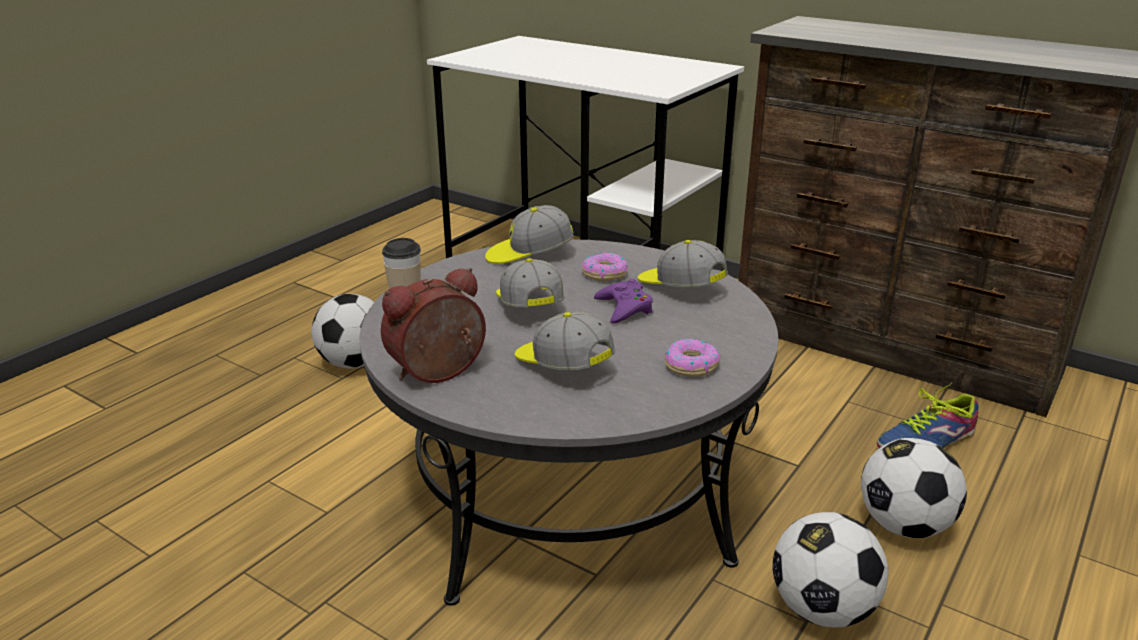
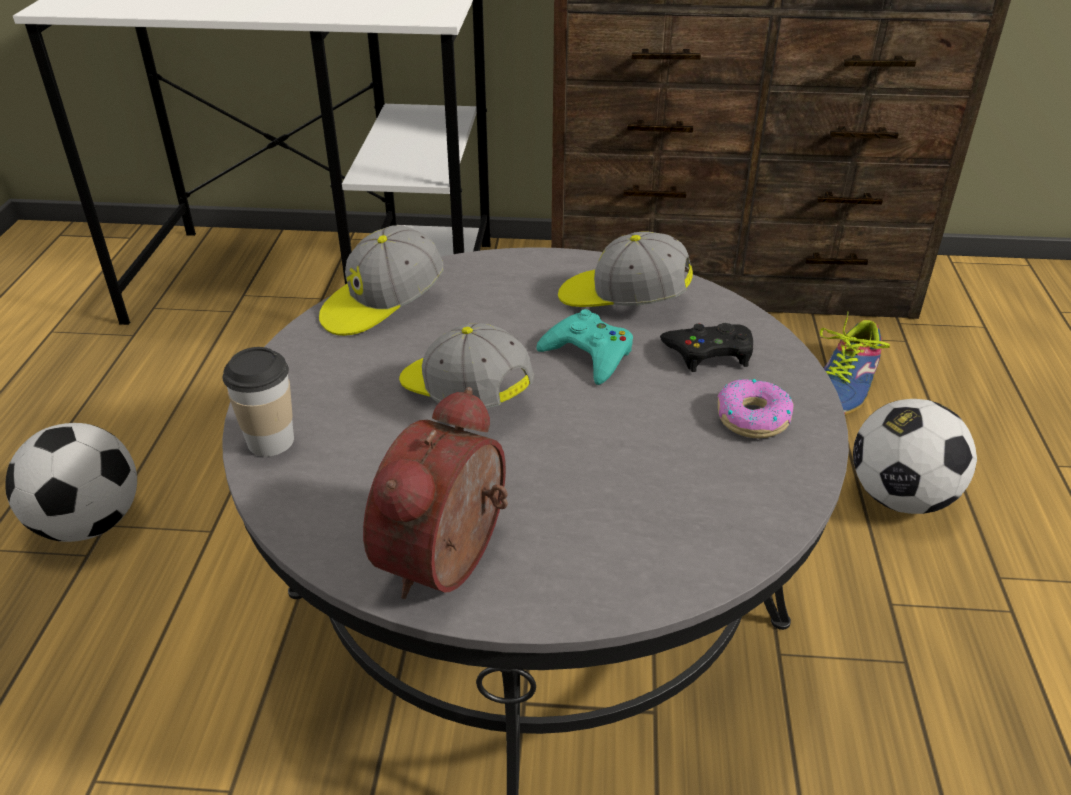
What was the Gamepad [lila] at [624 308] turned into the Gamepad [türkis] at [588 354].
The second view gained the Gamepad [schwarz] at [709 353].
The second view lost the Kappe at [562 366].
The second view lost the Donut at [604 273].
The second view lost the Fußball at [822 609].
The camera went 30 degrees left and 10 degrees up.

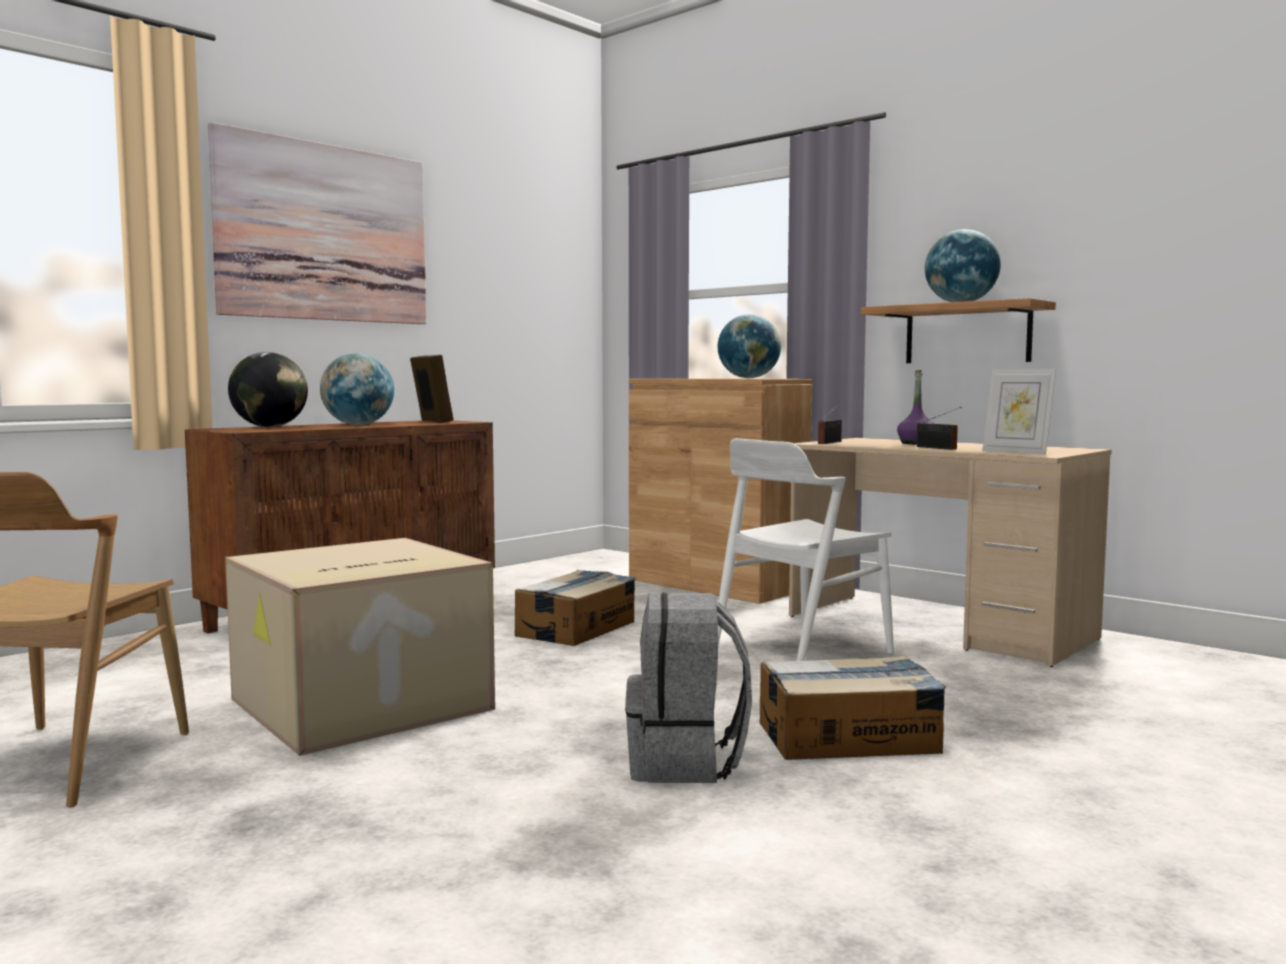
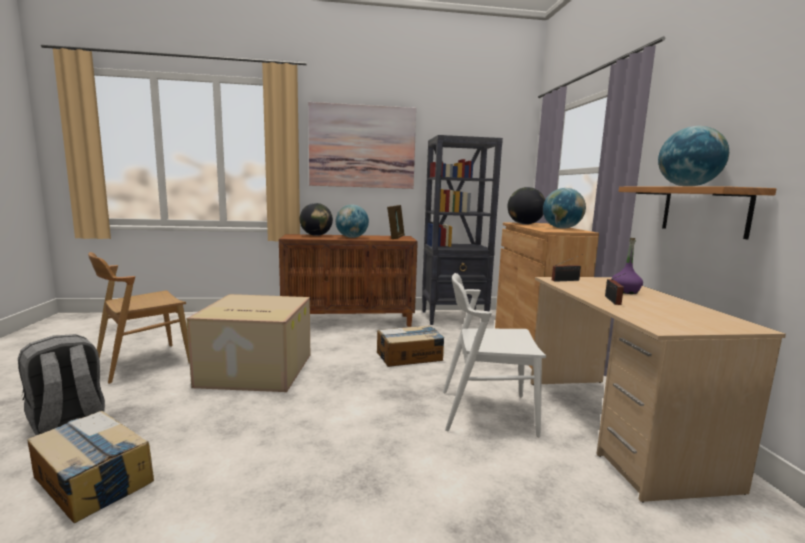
The Rucksack [grau] ended up elsewhere, having gone from [686 762] to [67 420].
The Karton ended up elsewhere, having gone from [849 737] to [92 480].
The second view gained the Bücherregal [schwarz] at [454 317].
The second view gained the Globus at [524 224].
The second view lost the Bilderrahmen at [1016 452].
The camera went 40 degrees right and 5 degrees up.

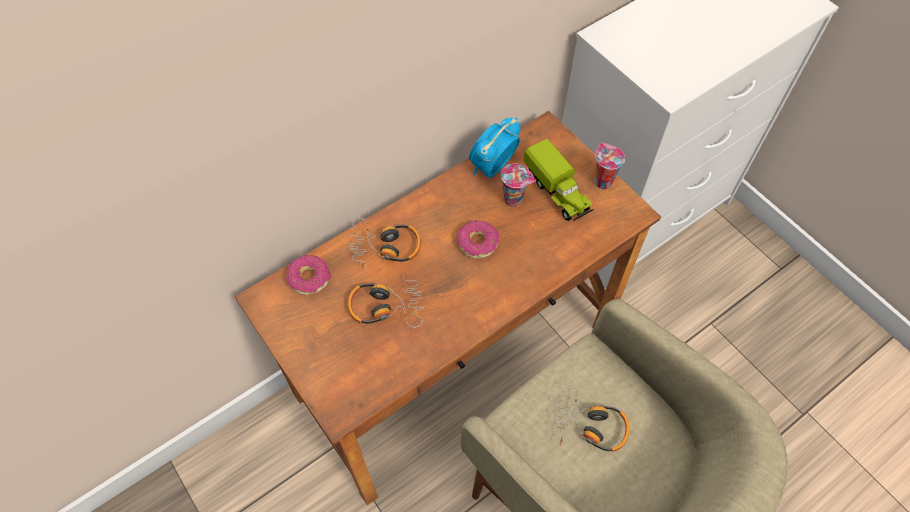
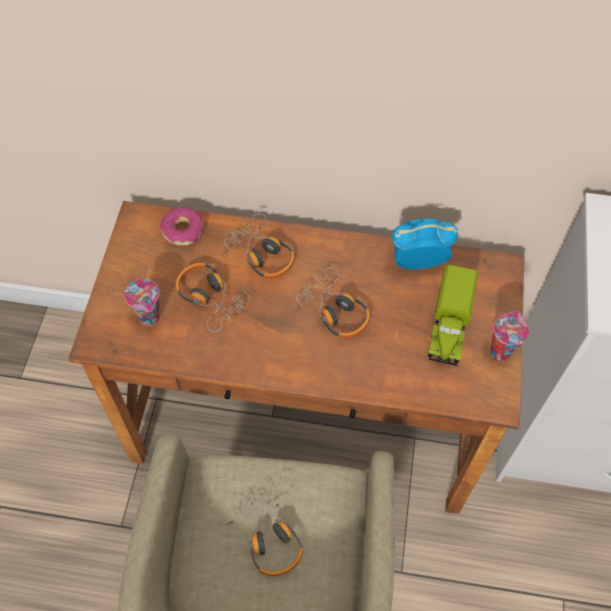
The Tasse ended up elsewhere, having gone from [514 199] to [150 318].
Where the Donut stood at [477 243], the Kopfhörer came to stand at [333 310].
The camera went 45 degrees right and 0 degrees up.

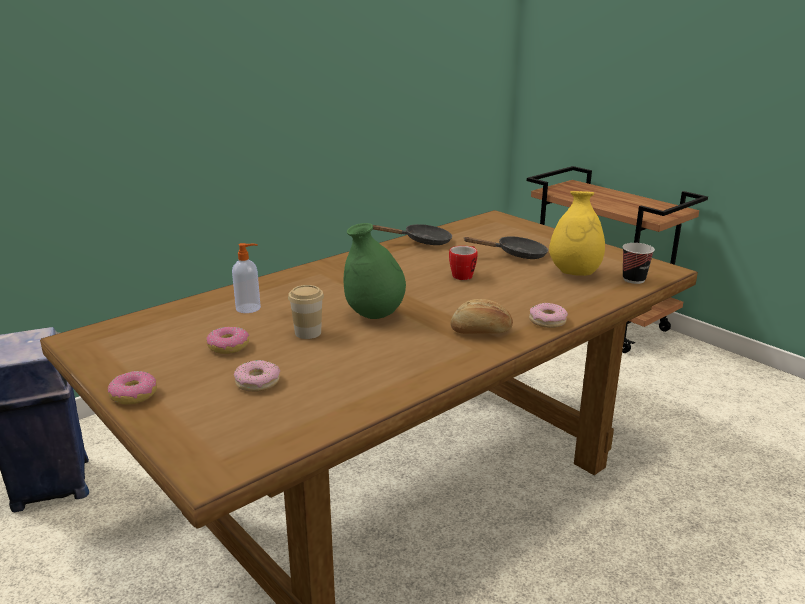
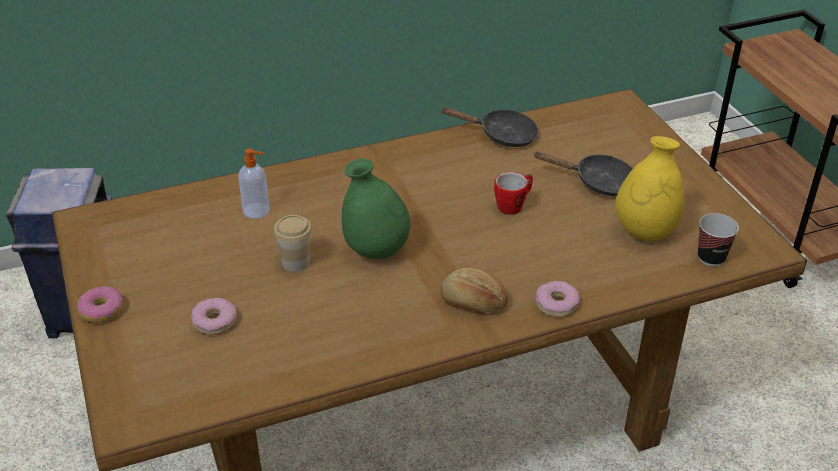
The second view lost the Donut at [229 347].
The camera went 20 degrees right and 15 degrees up.

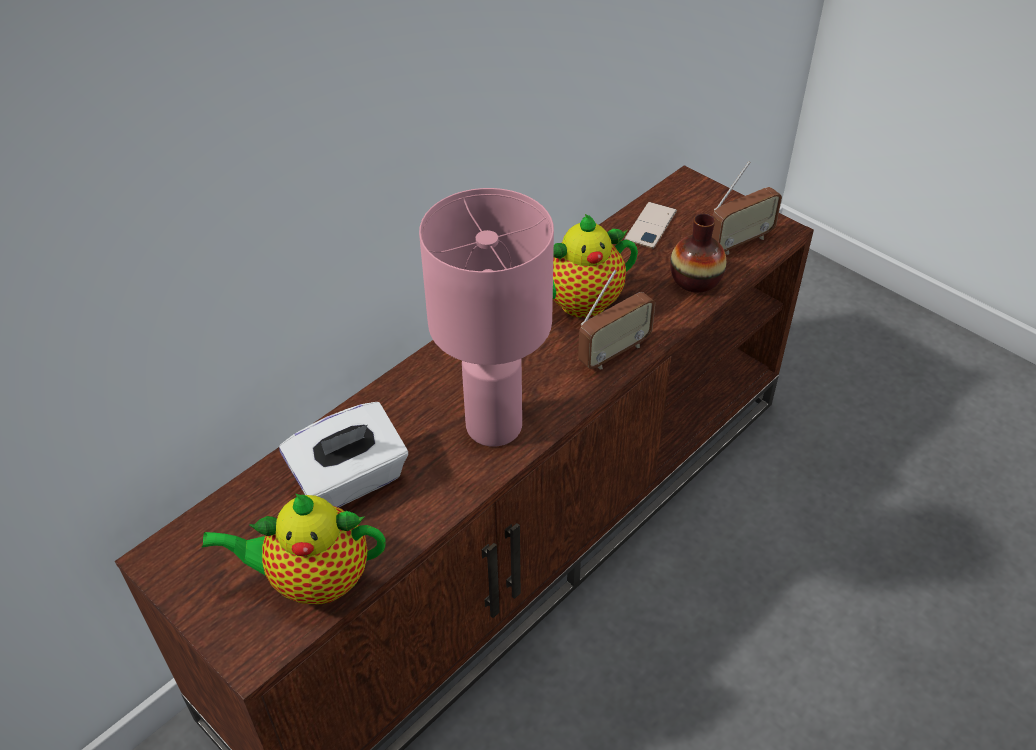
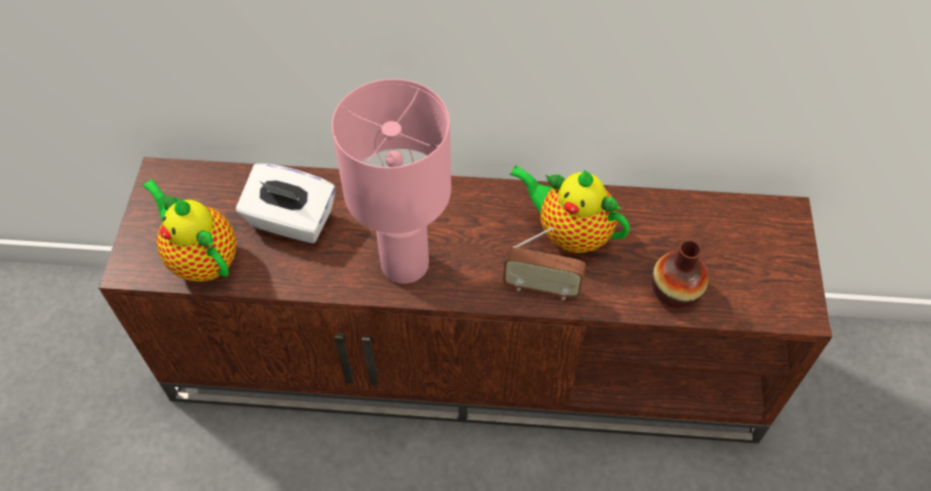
The second view lost the Handy at [650 226].
The second view lost the Radio at [740 242].
The camera went 50 degrees right and 10 degrees up.

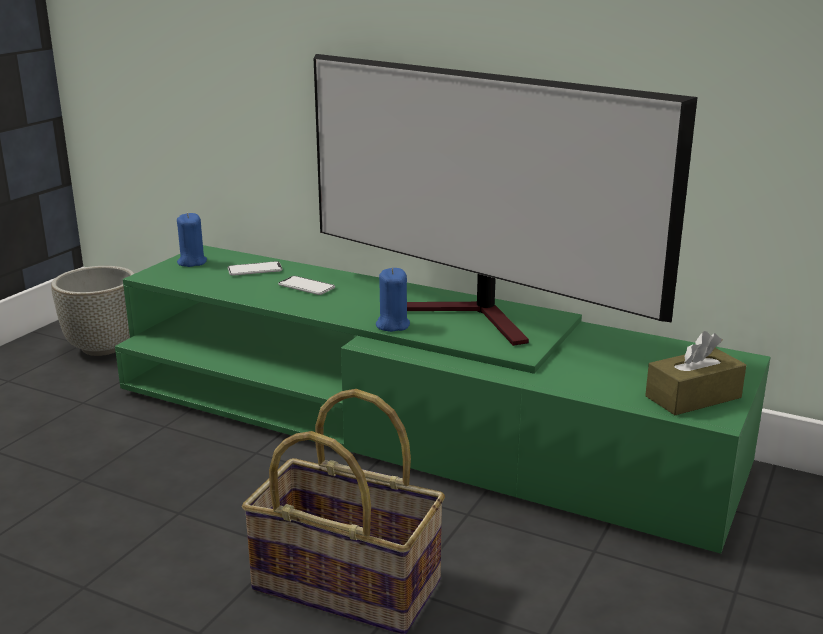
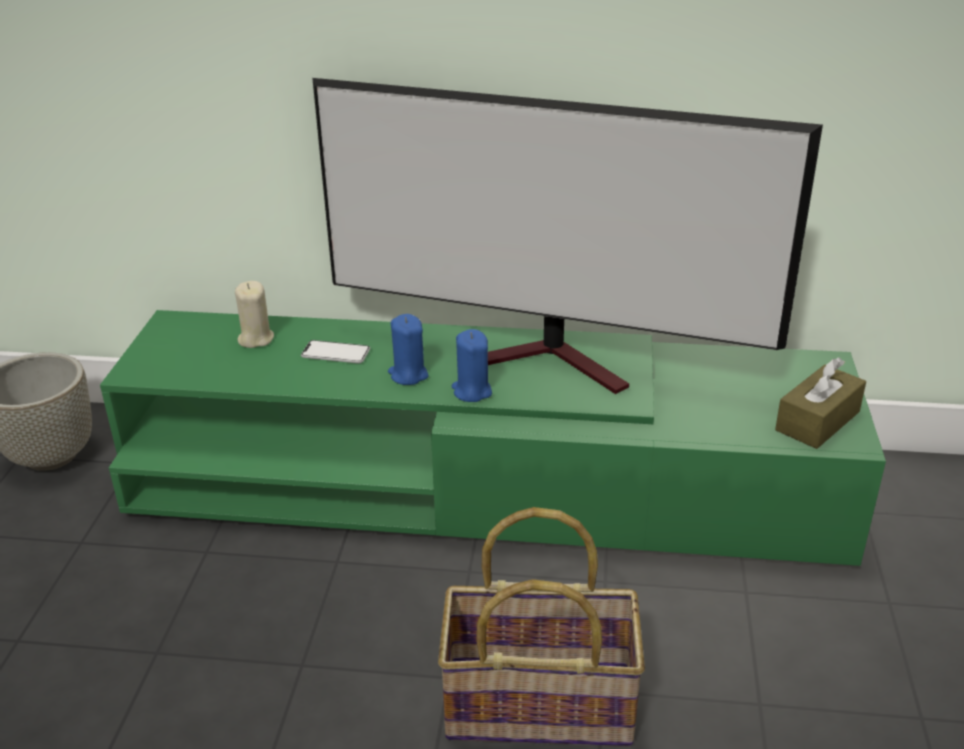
Where the Handy stood at [255 270], the Kerze [beige] came to stand at [255 339].
The Kerze [blau] ended up elsewhere, having gone from [192 262] to [408 375].
The camera went 20 degrees left and 10 degrees up.

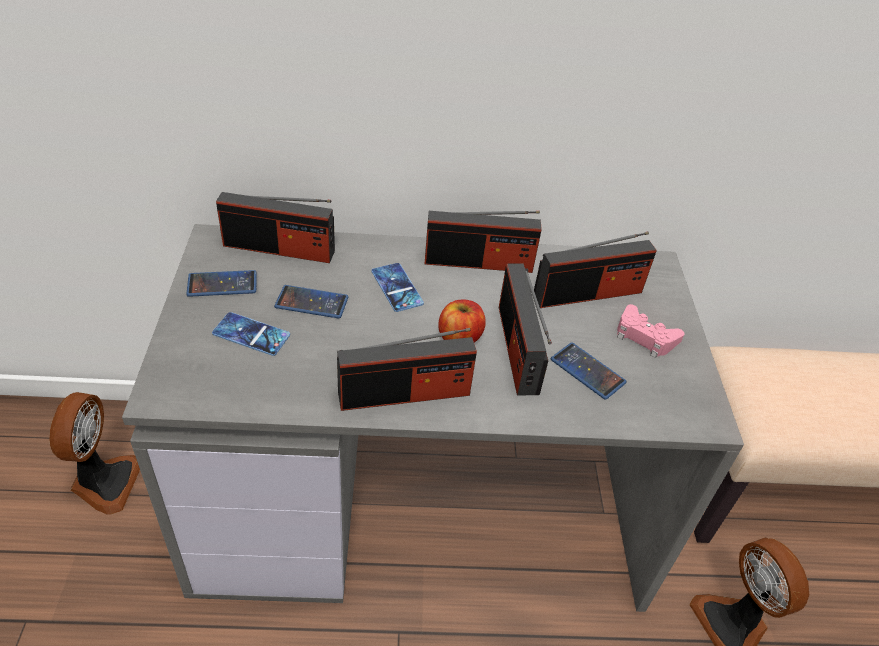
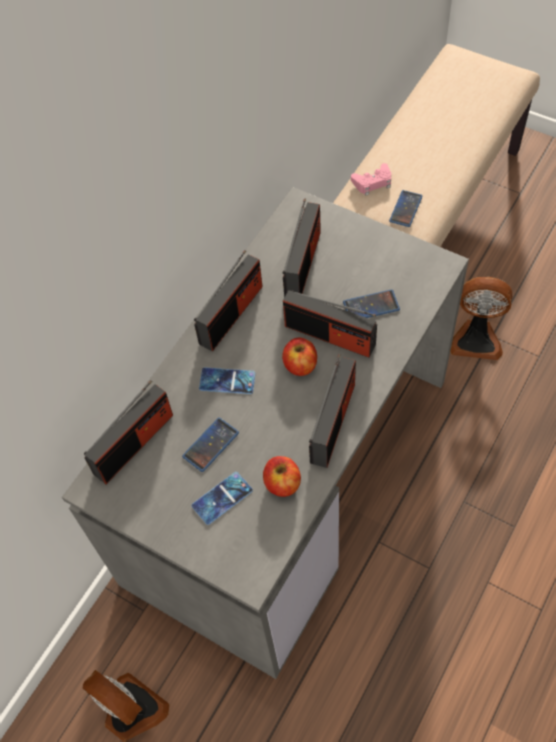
The second view gained the Apfel at [282 483].
The Gamepad [rosa] ended up elsewhere, having gone from [645 337] to [372 182].
The Handy ended up elsewhere, having gone from [222 284] to [405 209].
The camera went 50 degrees left and 15 degrees up.

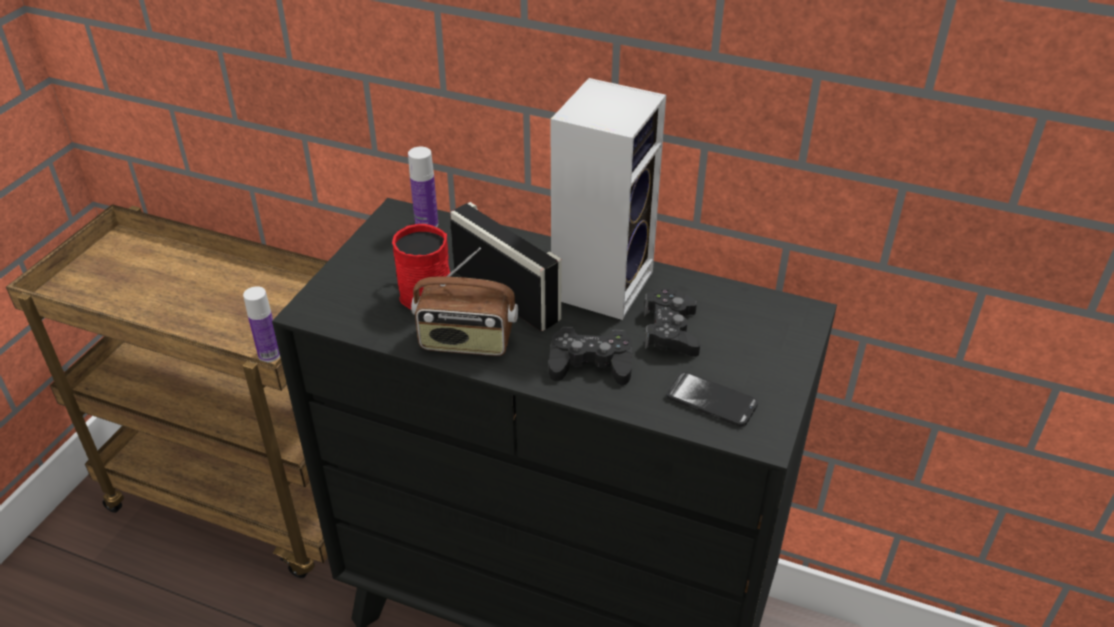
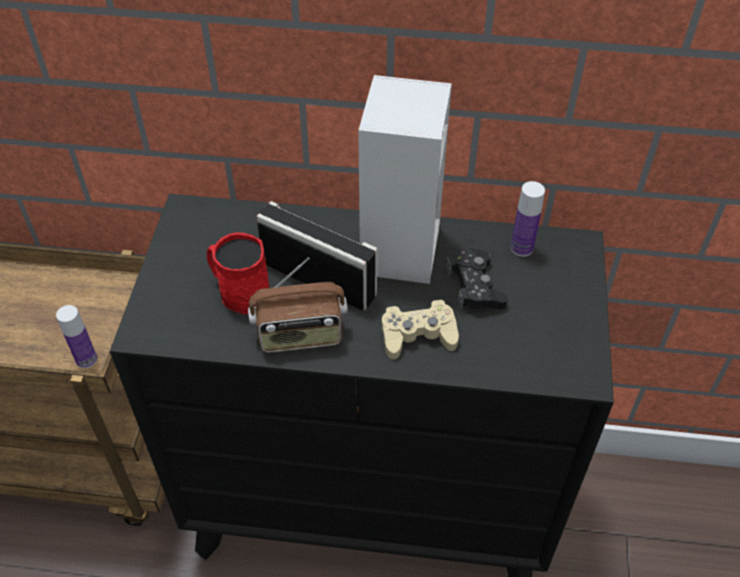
What was the Gamepad [schwarz] at [590 364] turned into the Gamepad [beige] at [418 335].
The Flasche ended up elsewhere, having gone from [426 224] to [521 248].
The second view lost the Handy at [711 401].
The camera went 15 degrees left and 10 degrees up.

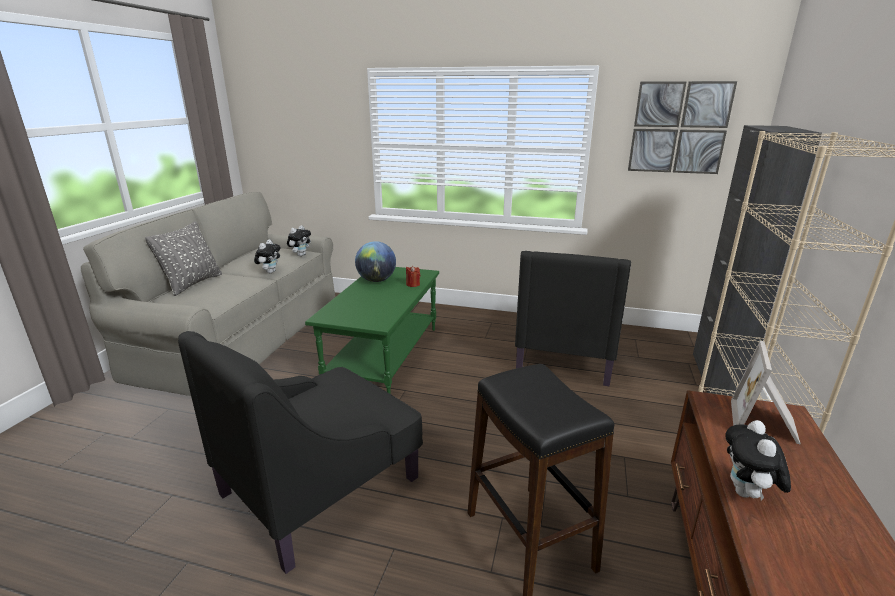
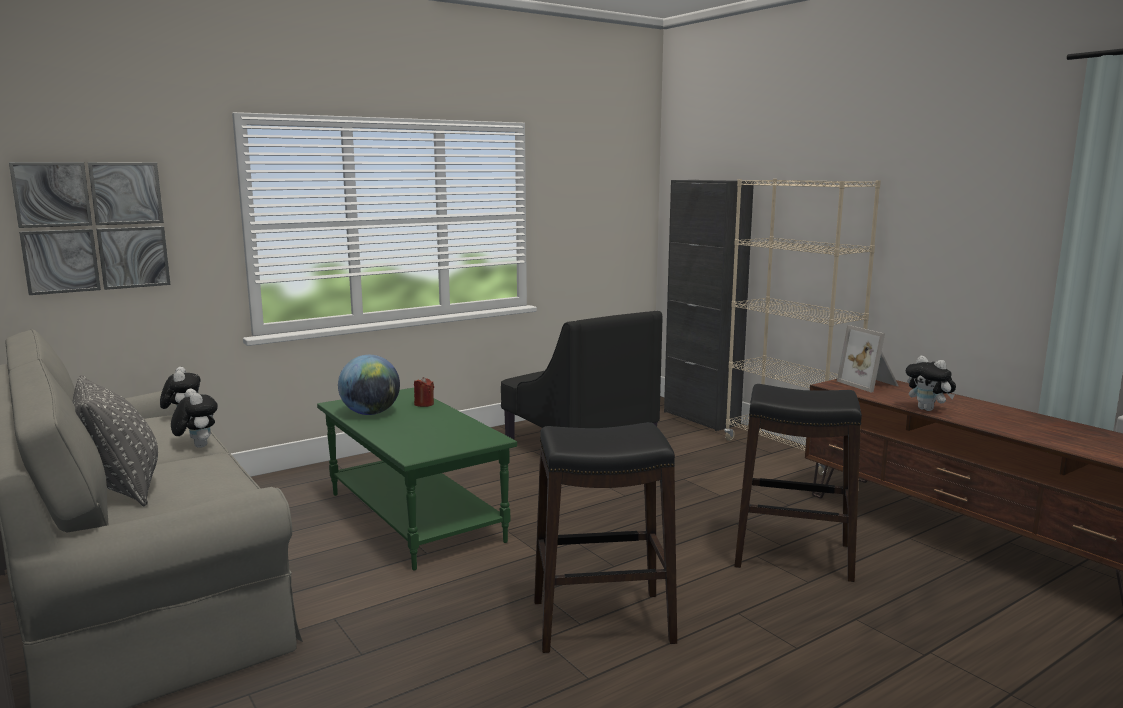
The Bild ended up elsewhere, having gone from [679 128] to [94 226].
Where the Sessel [schwarz] stood at [322 484], the Hocker [schwarz] came to stand at [601 622].
The camera went 50 degrees left and 10 degrees down.

